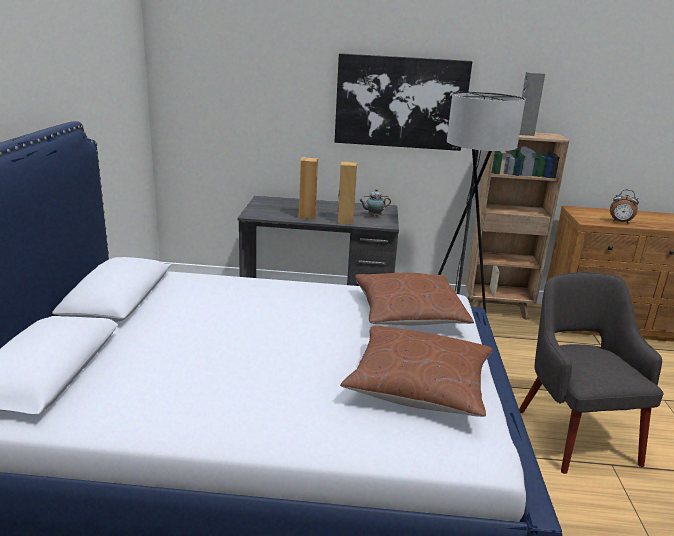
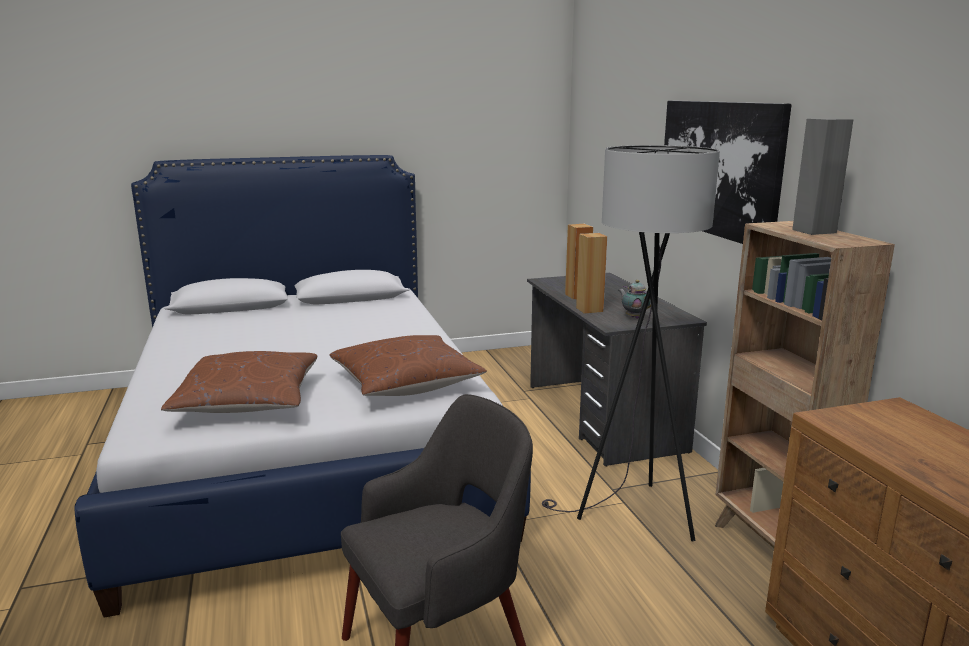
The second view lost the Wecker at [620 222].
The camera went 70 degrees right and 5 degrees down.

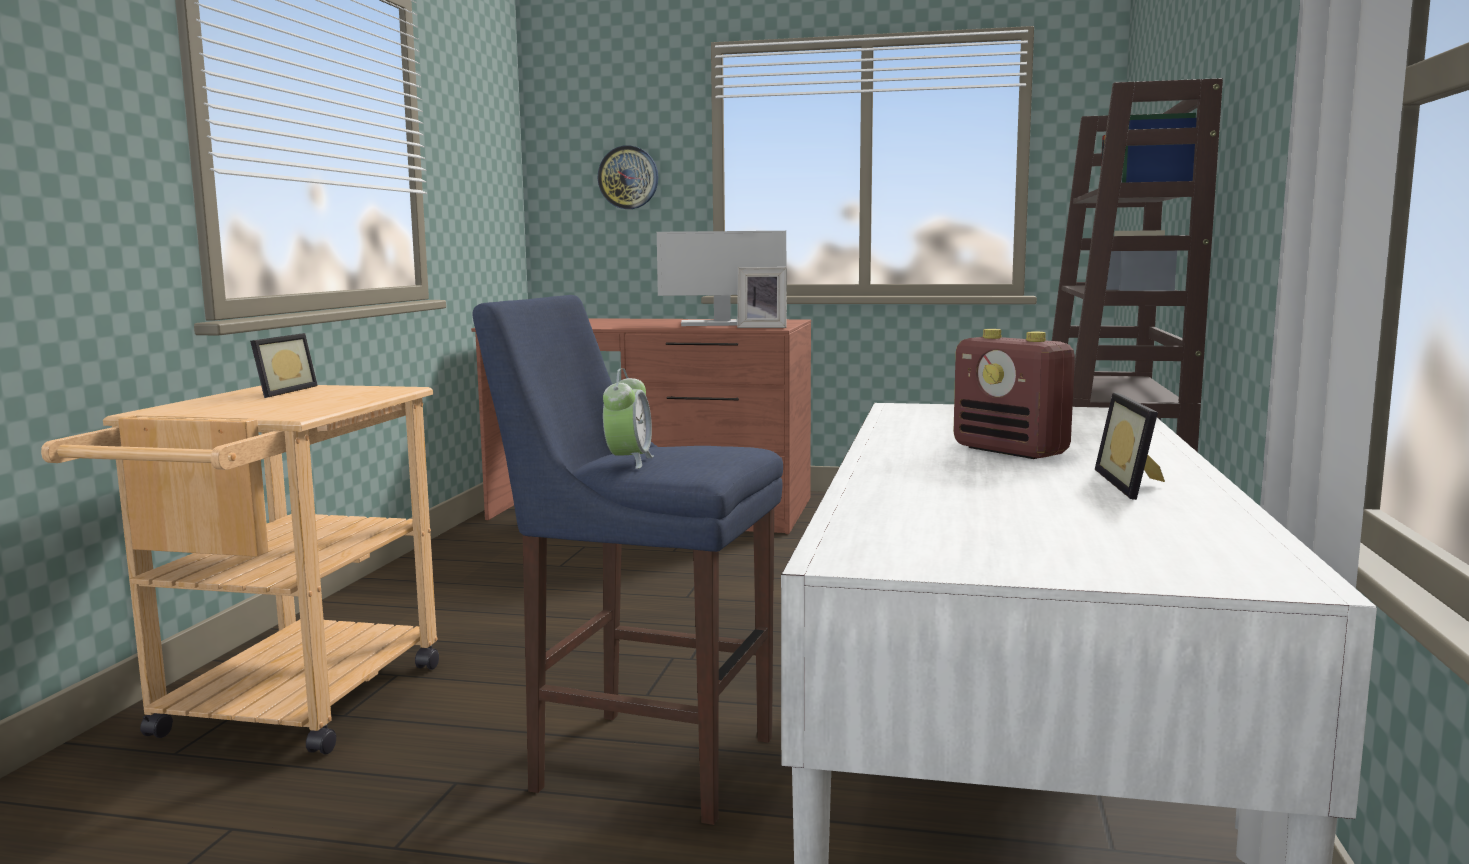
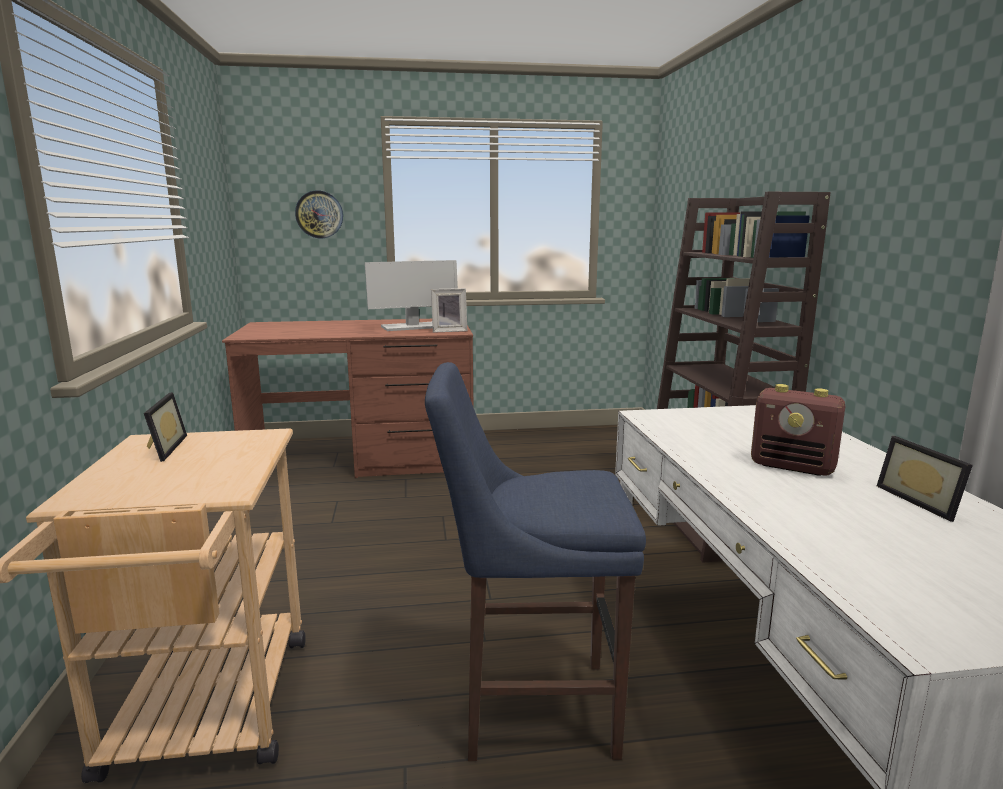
The second view lost the Wecker at [629 461].
The camera went 20 degrees left and 5 degrees up.

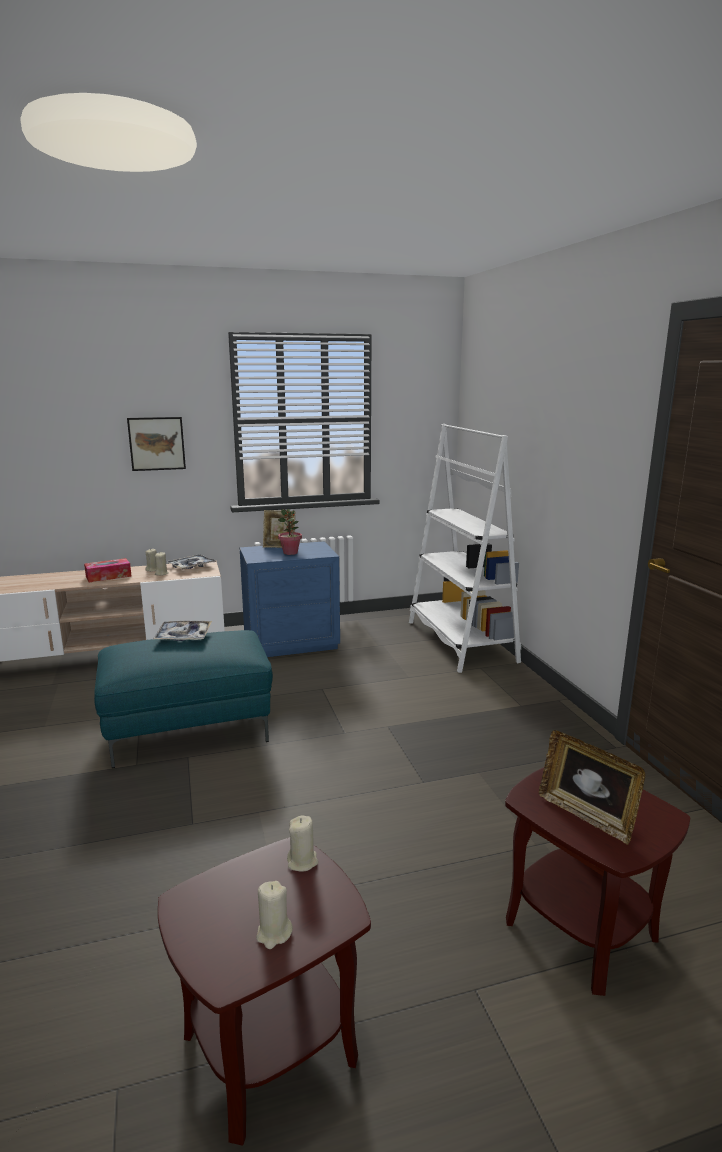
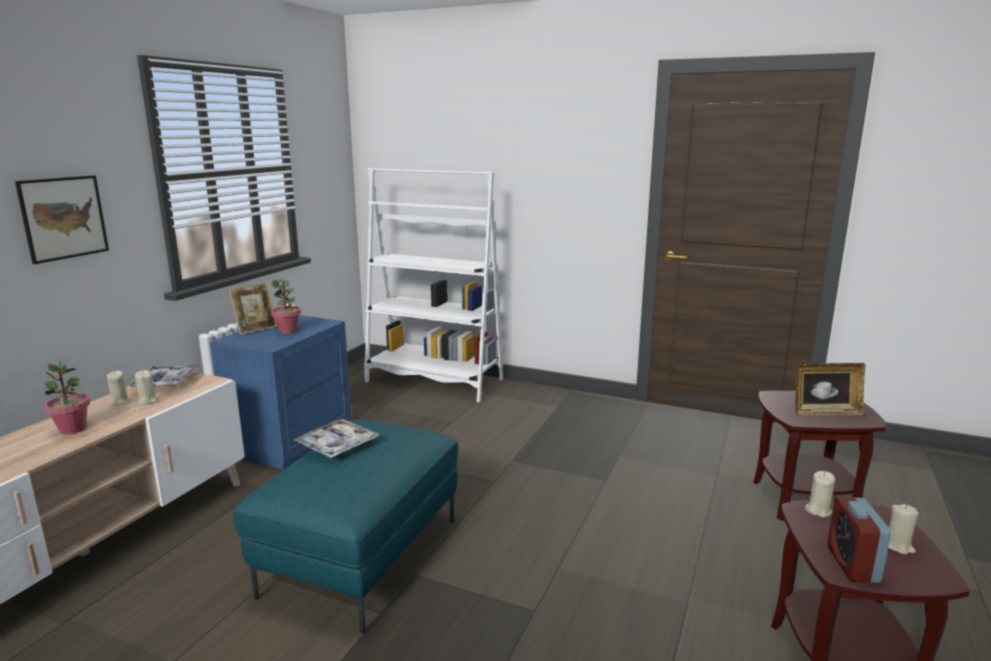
Where the Taschentuchbox stood at [108 576], the Topfpflanze came to stand at [72 429].
The second view gained the Wecker at [852 564].
The camera went 50 degrees left and 0 degrees up.

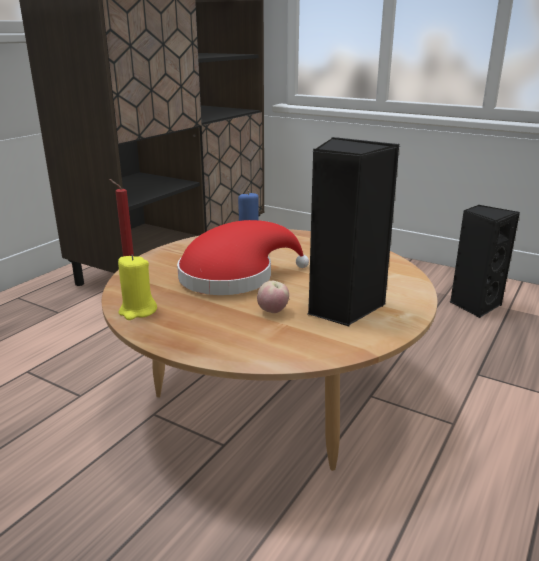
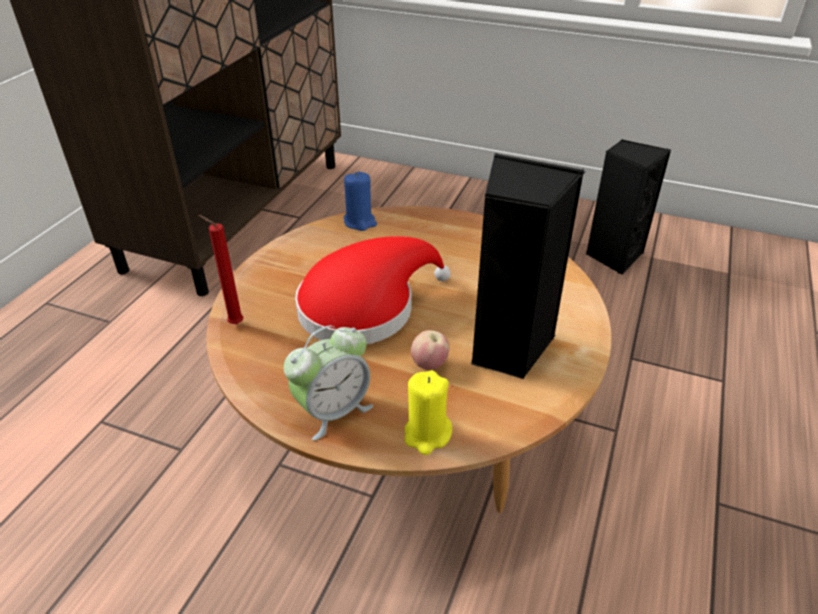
The second view gained the Wecker at [333 411].
The Kerze [gelb] ended up elsewhere, having gone from [137 311] to [427 434].
The camera went 10 degrees left and 15 degrees up.

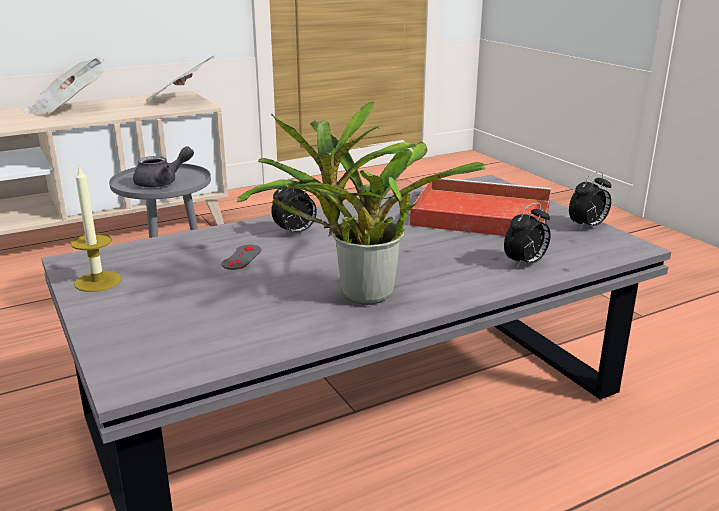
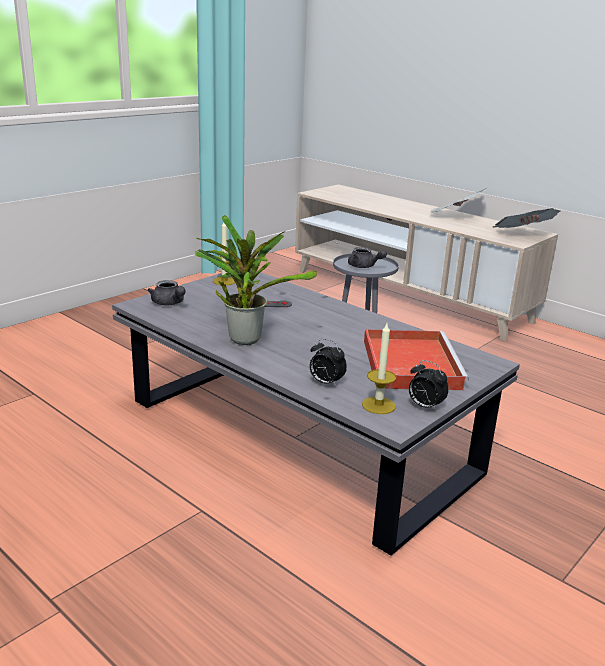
The second view gained the Teekanne [grau] at [169 303].
The second view gained the Kerze at [378 405].
The second view lost the Wecker at [295 233].
The camera went 70 degrees right and 0 degrees up.

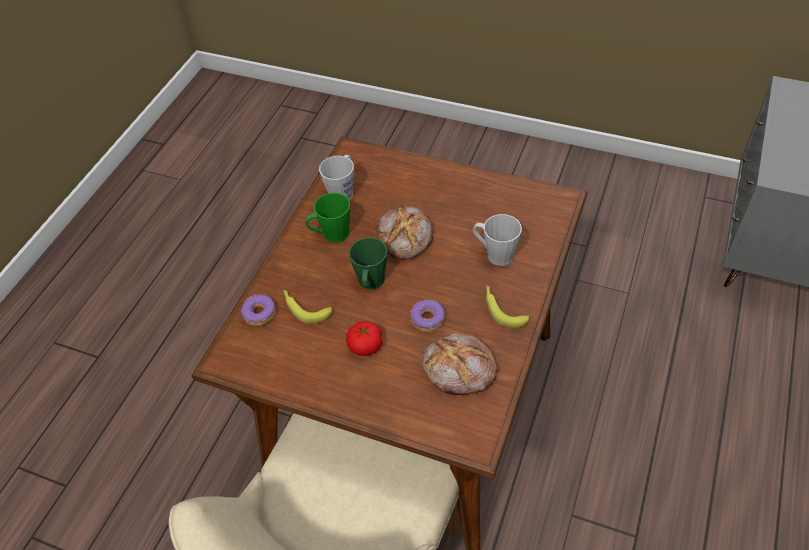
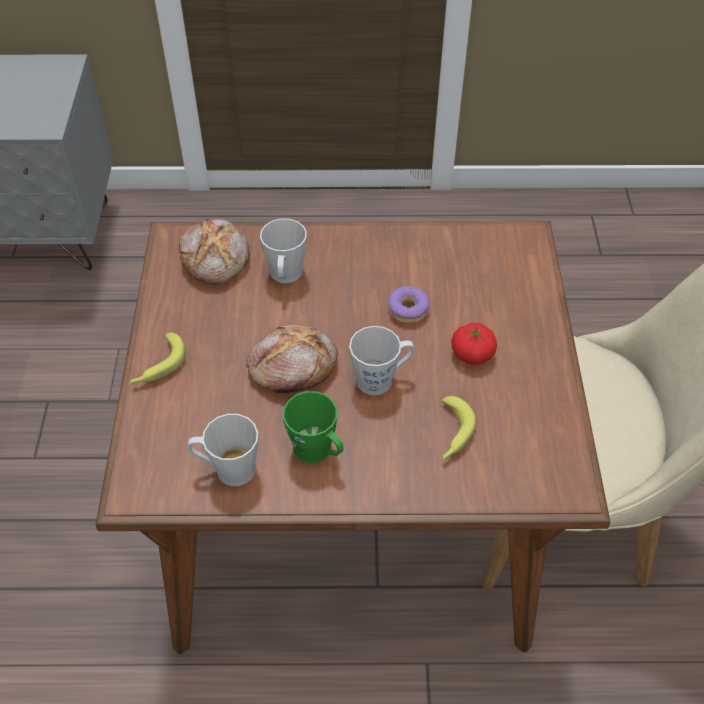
The Banane ended up elsewhere, having gone from [502 309] to [158 366].
The Brot ended up elsewhere, having gone from [459 371] to [217 258].
What was the Henkelbecher [grün] at [370 283] turned into the Henkelbecher [grau] at [381 379].
The second view lost the Donut at [259 314].
The camera went 115 degrees left and 0 degrees up.

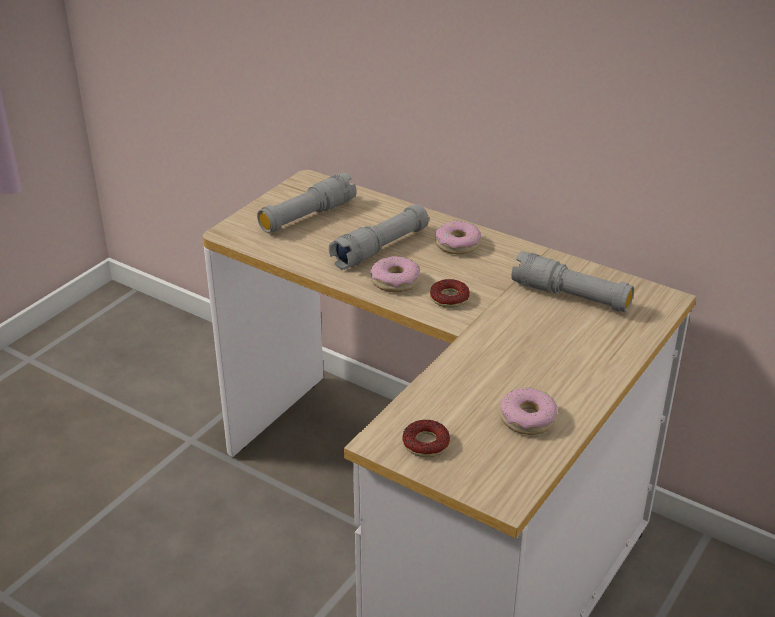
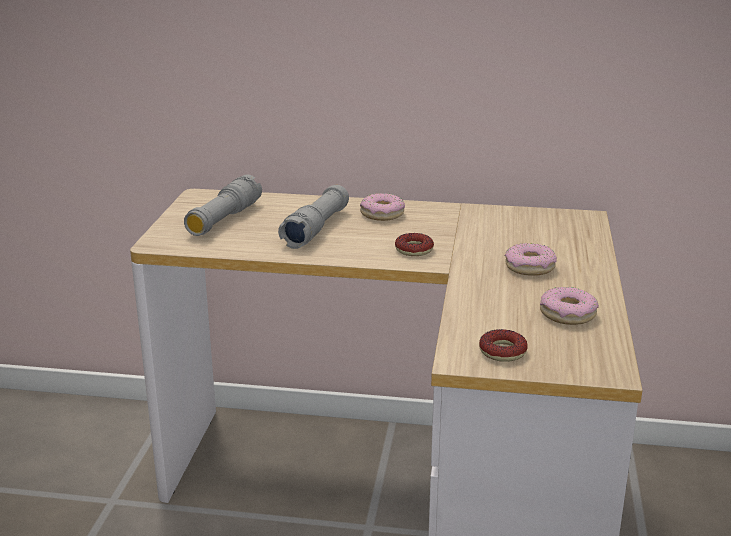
The Donut ended up elsewhere, having gone from [395 281] to [529 267].
The second view lost the Taschenlampe [grau] at [570 296].
The camera went 25 degrees left and 10 degrees down.

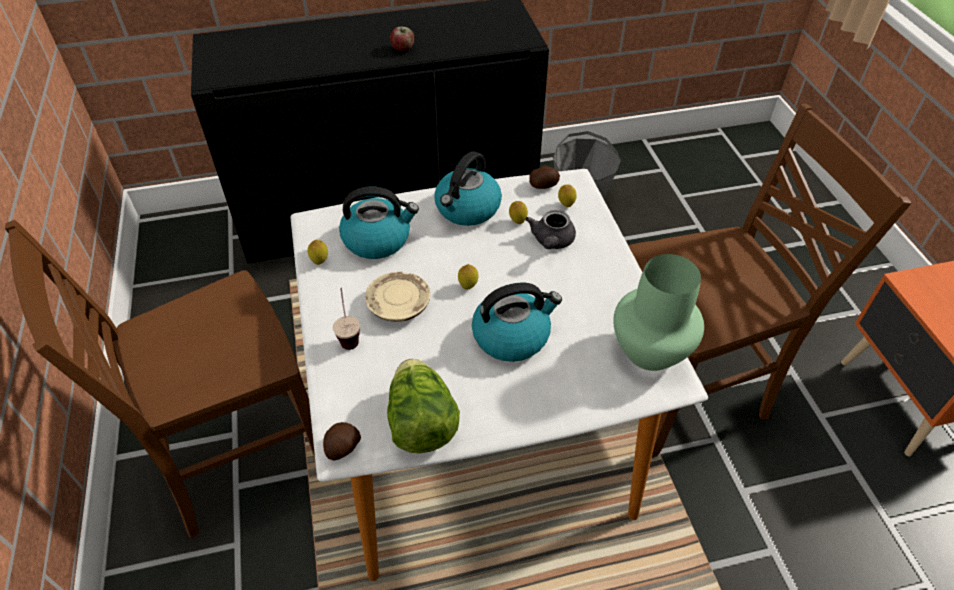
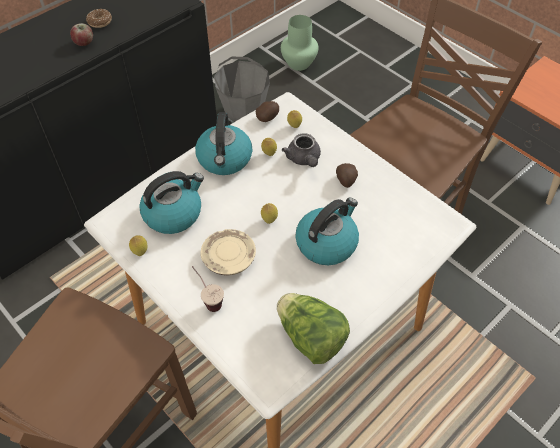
The second view gained the Donut at [100 22].
The Vase [grün] ended up elsewhere, having gone from [649 352] to [299 64].
The Kartoffel ended up elsewhere, having gone from [342 448] to [346 181].
The camera went 30 degrees left and 5 degrees up.

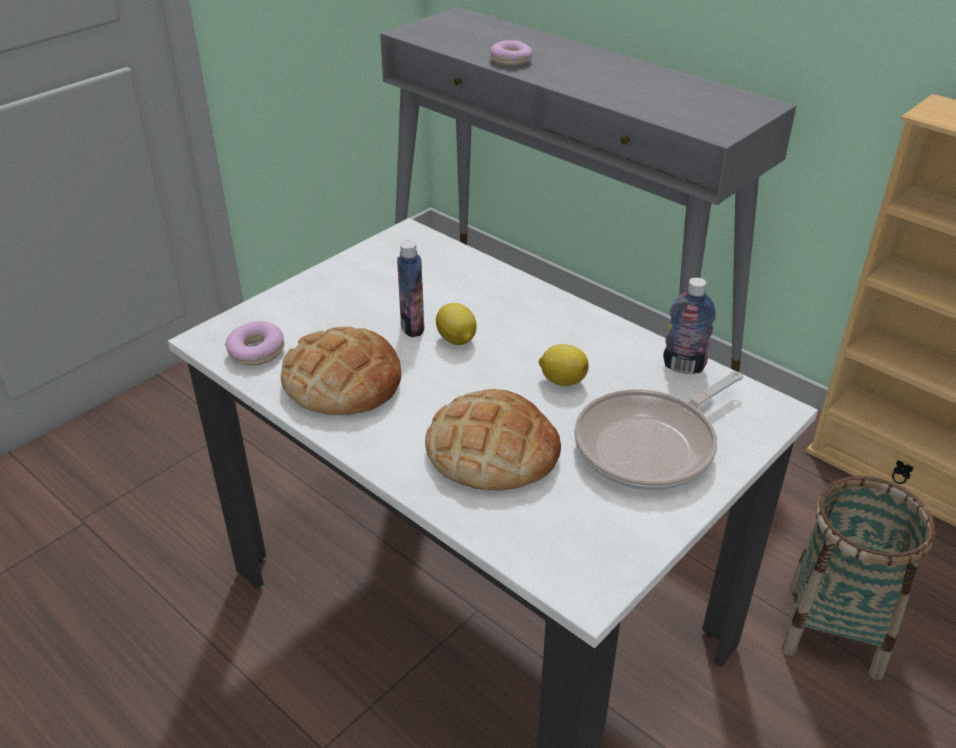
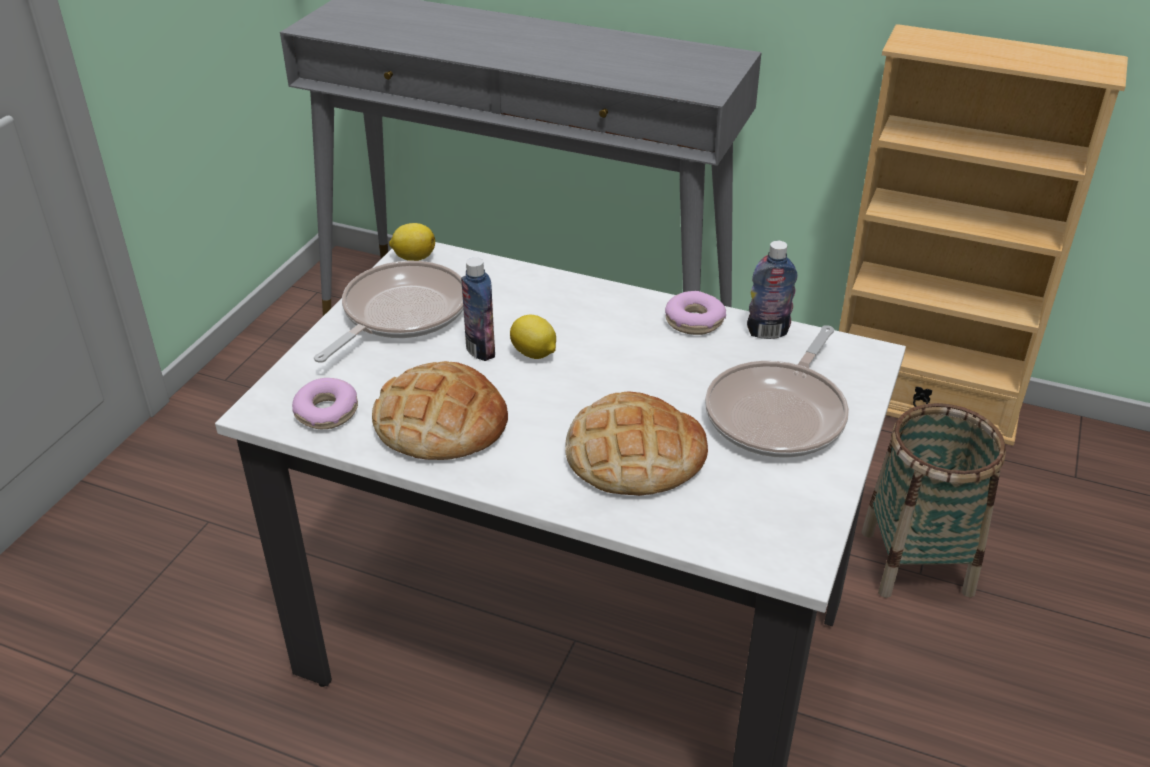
The second view gained the Pfanne at [400 314].
The Zitrone ended up elsewhere, having gone from [562 380] to [413 257].
The Donut ended up elsewhere, having gone from [511 60] to [694 321].
The camera went 20 degrees left and 0 degrees up.

